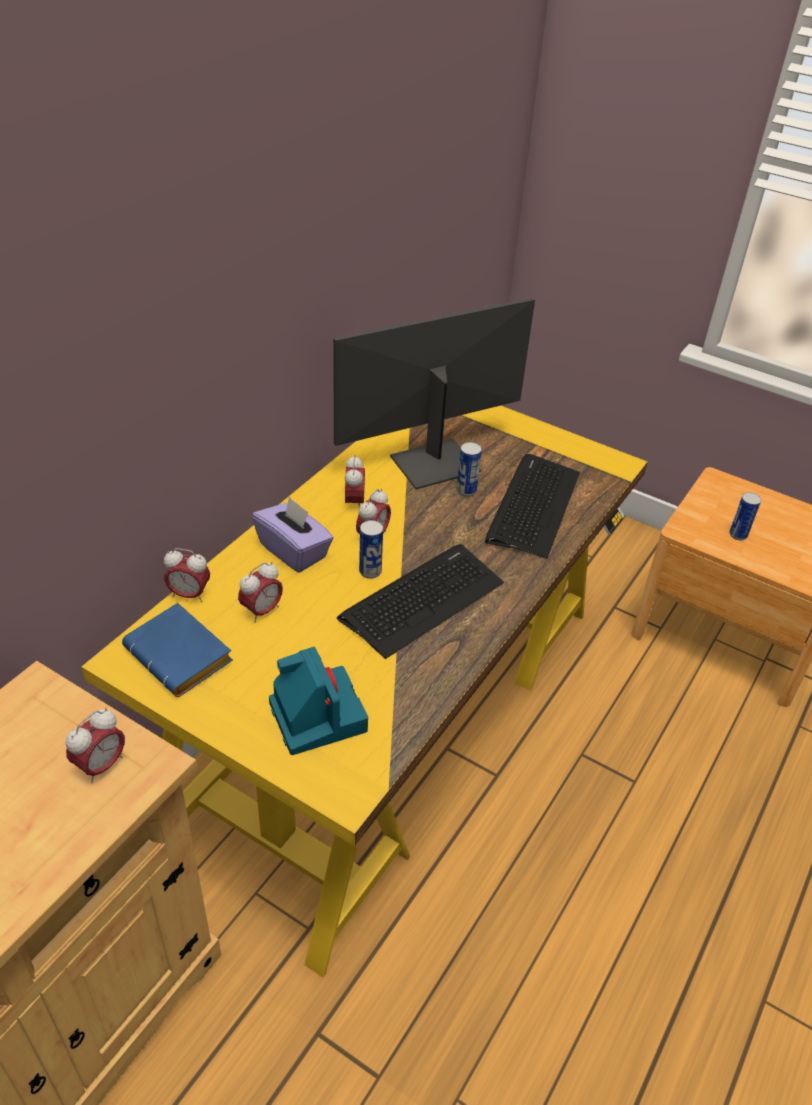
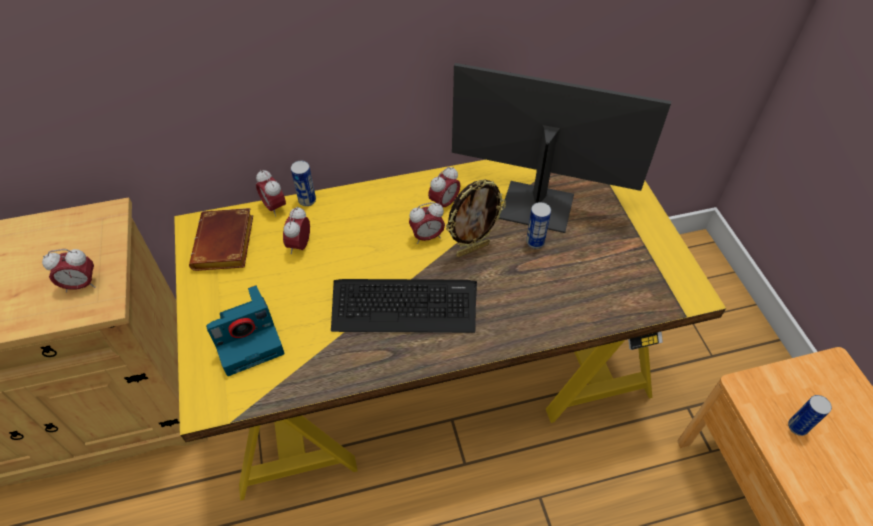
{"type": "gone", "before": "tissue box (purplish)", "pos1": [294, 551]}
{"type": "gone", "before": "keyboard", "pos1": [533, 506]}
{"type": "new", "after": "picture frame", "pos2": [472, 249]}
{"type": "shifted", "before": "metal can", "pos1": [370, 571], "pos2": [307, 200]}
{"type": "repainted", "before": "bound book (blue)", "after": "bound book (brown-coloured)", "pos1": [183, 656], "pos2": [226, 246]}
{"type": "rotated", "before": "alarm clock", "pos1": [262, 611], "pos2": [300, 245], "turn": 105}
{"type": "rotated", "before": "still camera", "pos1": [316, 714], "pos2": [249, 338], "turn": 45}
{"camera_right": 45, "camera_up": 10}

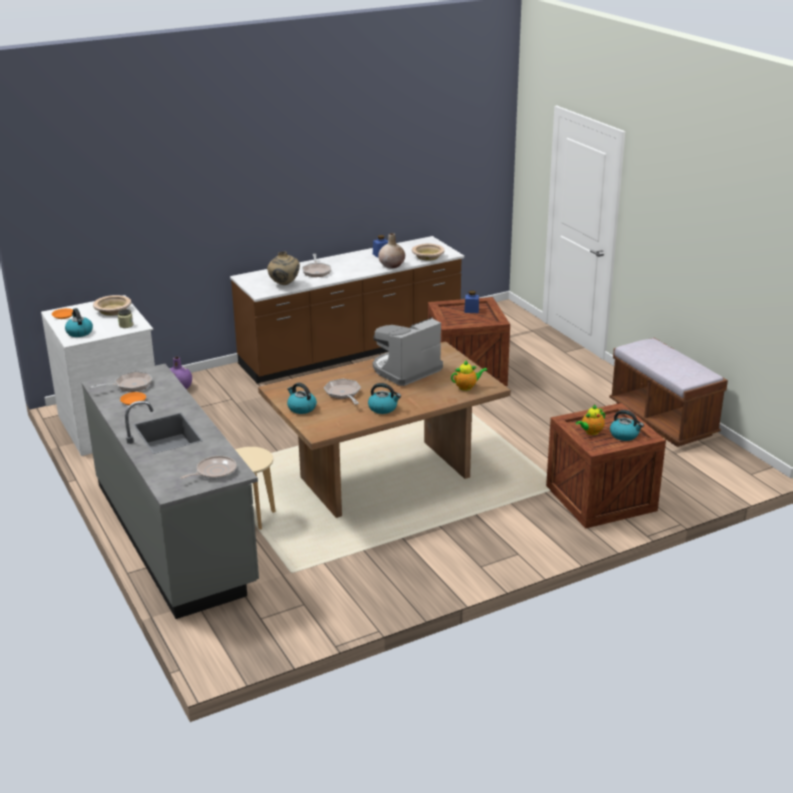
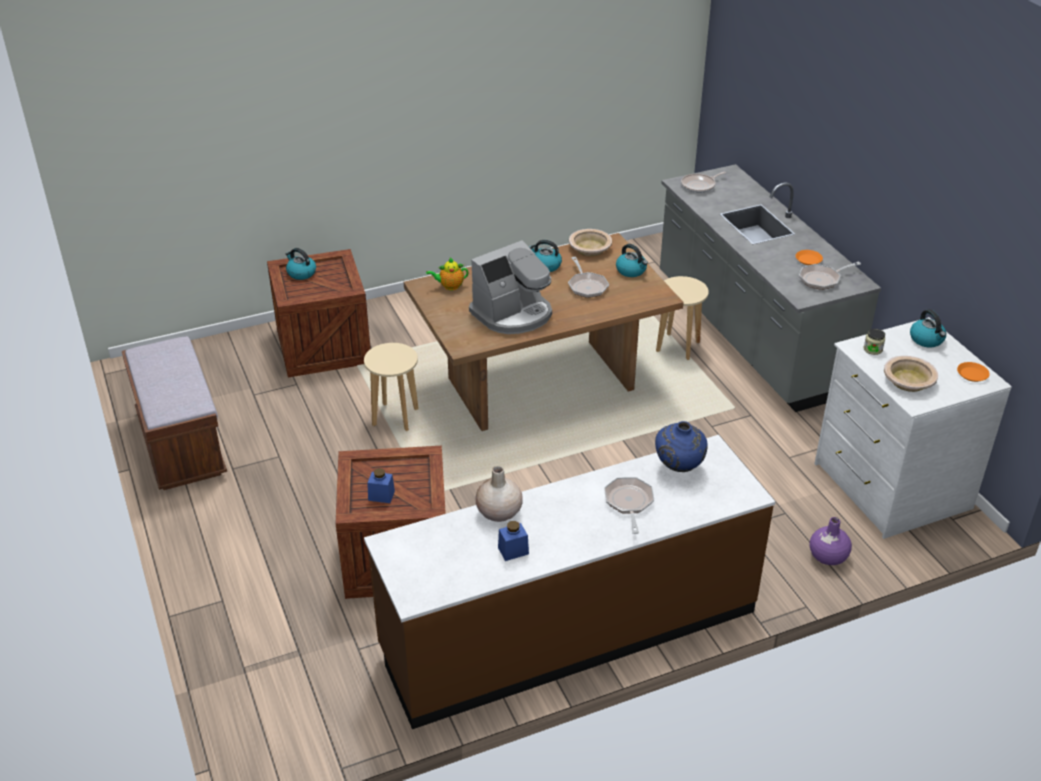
{"type": "gone", "before": "teapot", "pos1": [591, 432]}
{"type": "new", "after": "stool seat (beige)", "pos2": [395, 417]}
{"type": "shifted", "before": "serving bowl (beige)", "pos1": [428, 256], "pos2": [590, 248]}
{"type": "repainted", "before": "flower vase (beige)", "after": "flower vase (blue)", "pos1": [284, 285], "pos2": [679, 467]}
{"camera_right": -175, "camera_up": 10}

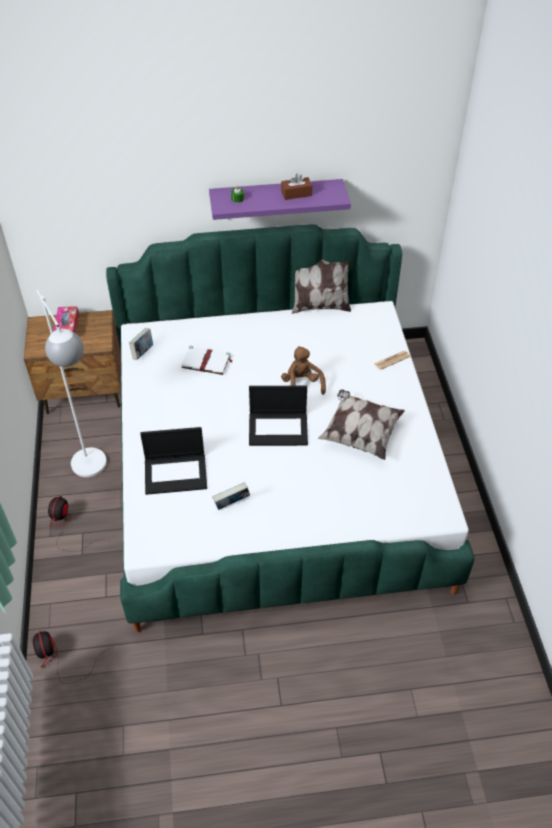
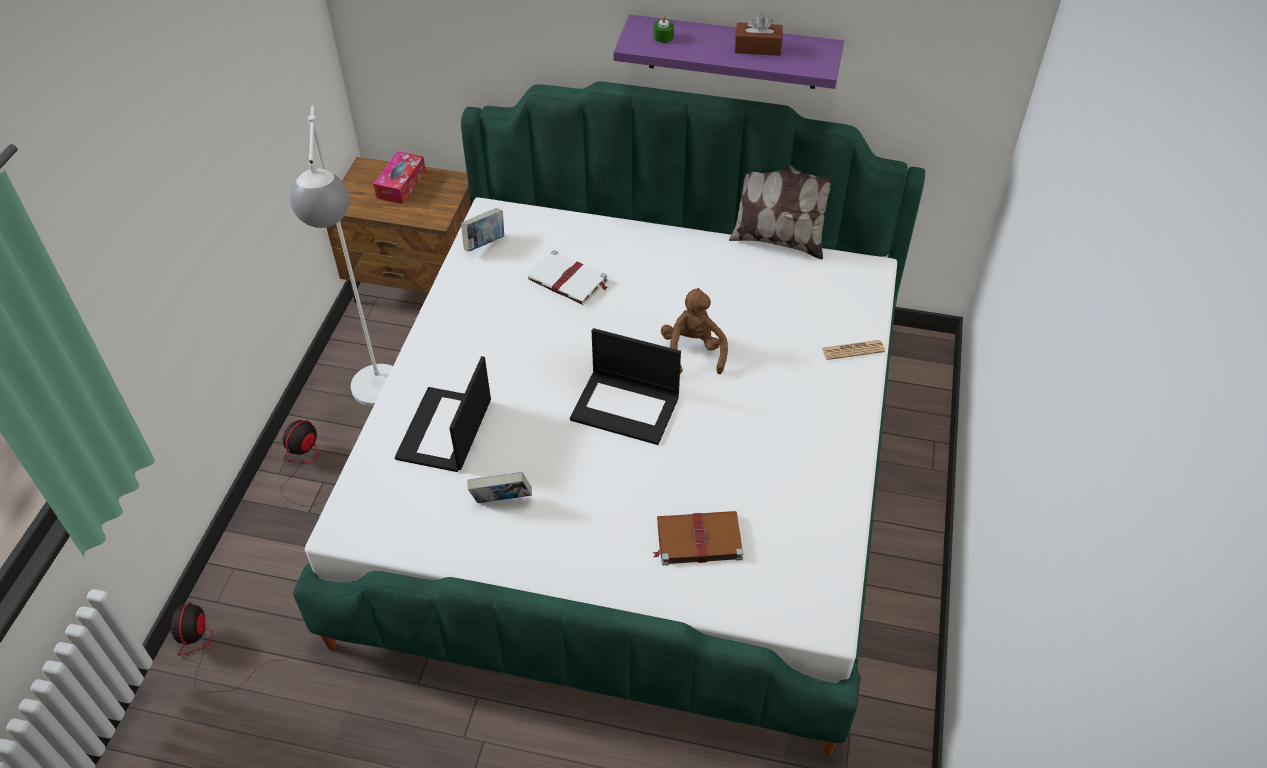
{"type": "gone", "before": "throw pillow", "pos1": [360, 434]}
{"type": "new", "after": "bound book (brown-coloured)", "pos2": [697, 540]}
{"type": "rotated", "before": "portable computer", "pos1": [176, 473], "pos2": [445, 431], "turn": 90}
{"camera_right": 20, "camera_up": 0}

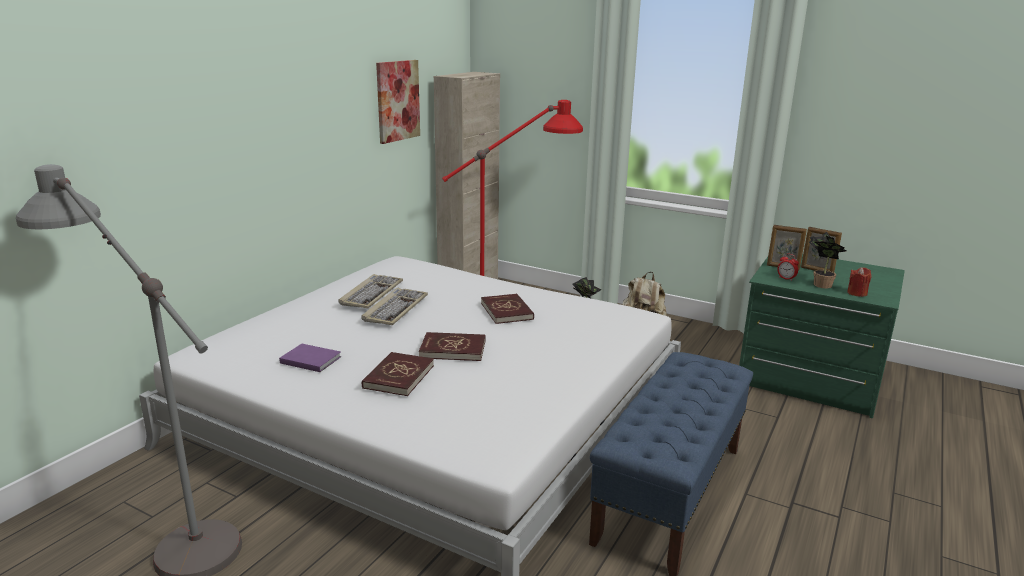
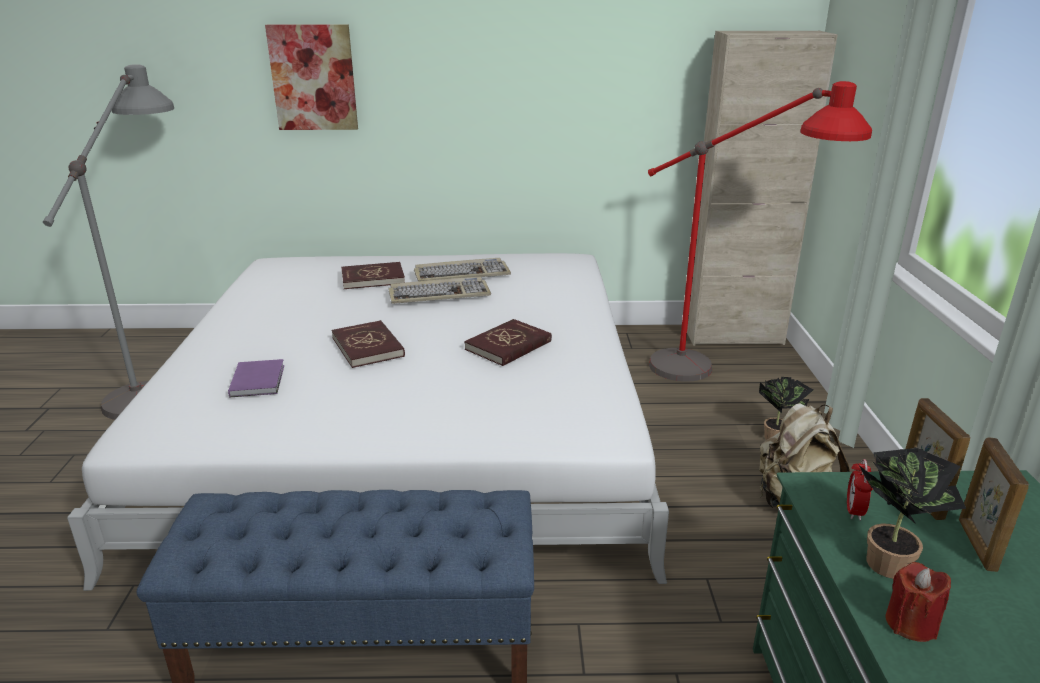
{"type": "shifted", "before": "bound book (purplish)", "pos1": [310, 359], "pos2": [259, 380]}
{"type": "shifted", "before": "bound book (reddish)", "pos1": [398, 377], "pos2": [373, 278]}
{"type": "shifted", "before": "picture", "pos1": [397, 101], "pos2": [313, 78]}
{"camera_right": 60, "camera_up": 5}

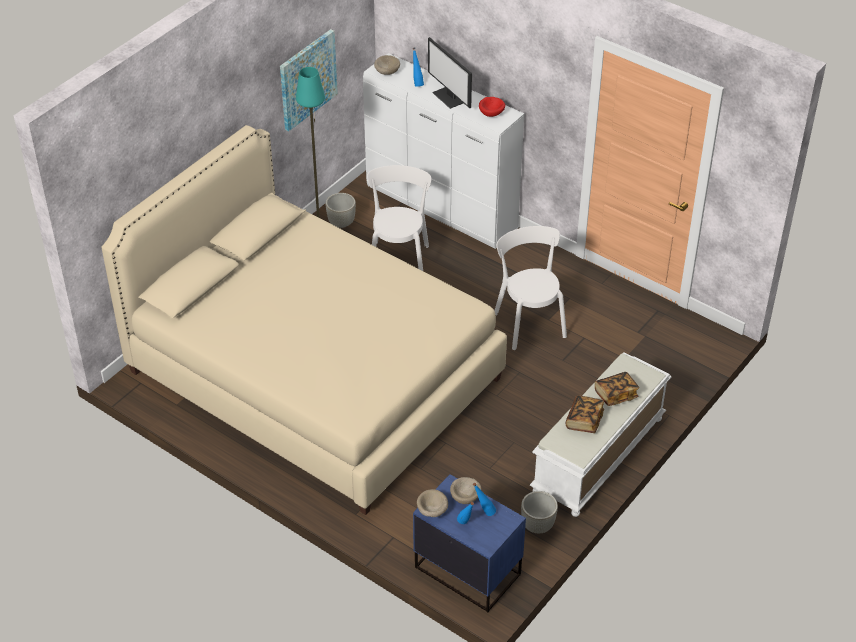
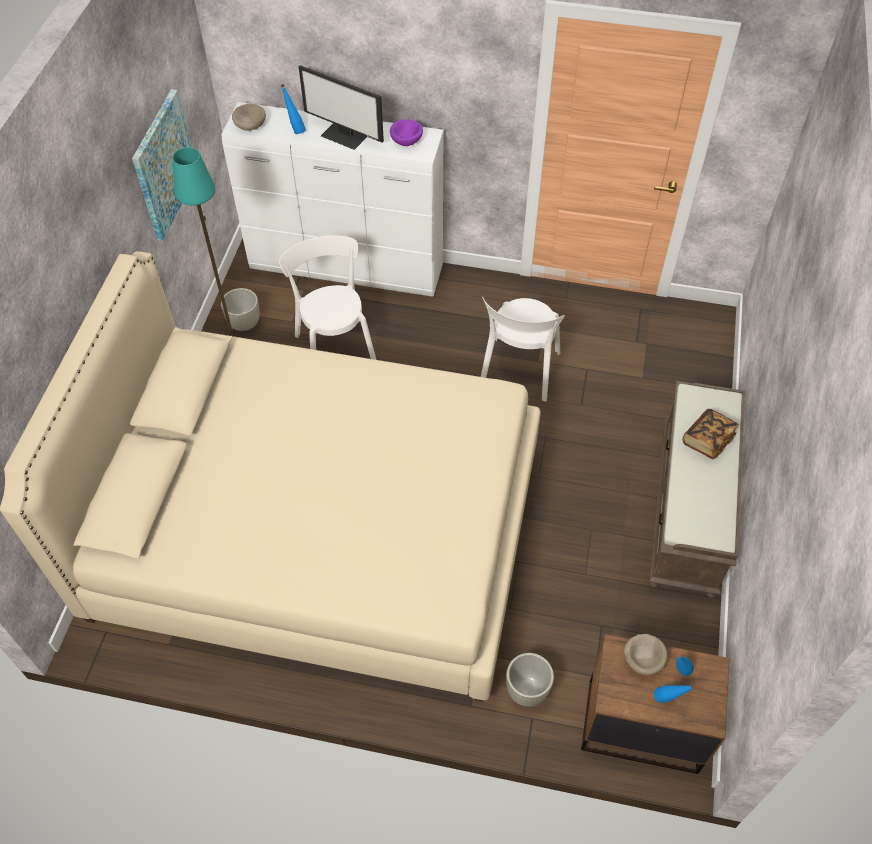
{"type": "gone", "before": "serving bowl (beige)", "pos1": [432, 511]}
{"type": "gone", "before": "bound book", "pos1": [584, 420]}
{"type": "shifted", "before": "plant pot (gray)", "pos1": [537, 526], "pos2": [527, 691]}
{"type": "repainted", "before": "nightstand (blue)", "after": "nightstand (brown-coloured)", "pos1": [467, 570], "pos2": [641, 725]}
{"type": "repainted", "before": "serving bowl (reddish)", "after": "serving bowl (purplish)", "pos1": [492, 113], "pos2": [407, 141]}
{"type": "repainted", "before": "bench (white)", "after": "bench (brown-coloured)", "pos1": [598, 456], "pos2": [689, 509]}
{"type": "rotated", "before": "plain chair (white)", "pos1": [528, 322], "pos2": [519, 372], "turn": -120}
{"camera_right": -25, "camera_up": 10}

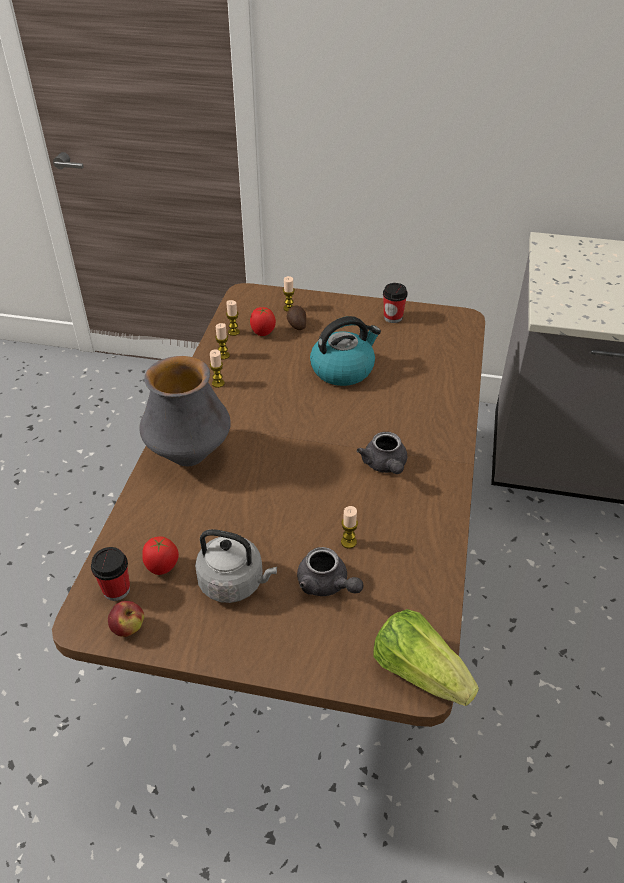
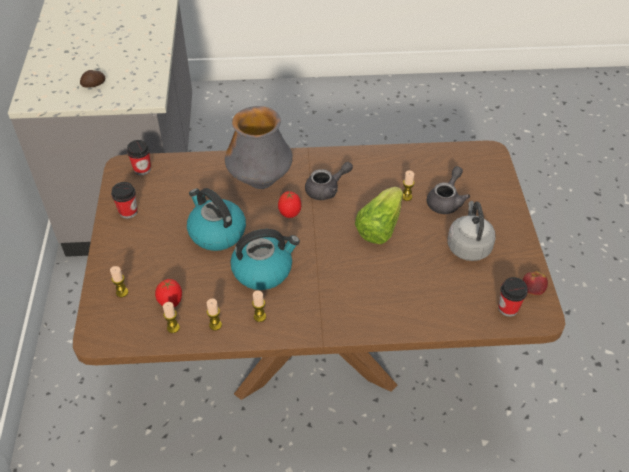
{"type": "new", "after": "drinking cup", "pos2": [142, 169]}
{"type": "new", "after": "tea kettle", "pos2": [263, 270]}
{"type": "shifted", "before": "flower vase", "pos1": [189, 456], "pos2": [260, 181]}
{"type": "shifted", "before": "tomato", "pos1": [162, 568], "pos2": [290, 214]}
{"type": "shifted", "before": "whole potato", "pos1": [296, 324], "pos2": [94, 85]}
{"type": "shifted", "before": "head of lettuce", "pos1": [419, 672], "pos2": [379, 227]}
{"camera_right": -105, "camera_up": 5}

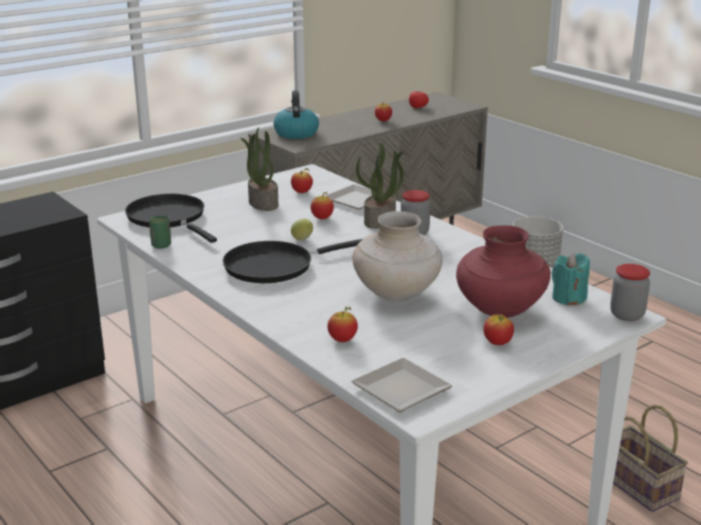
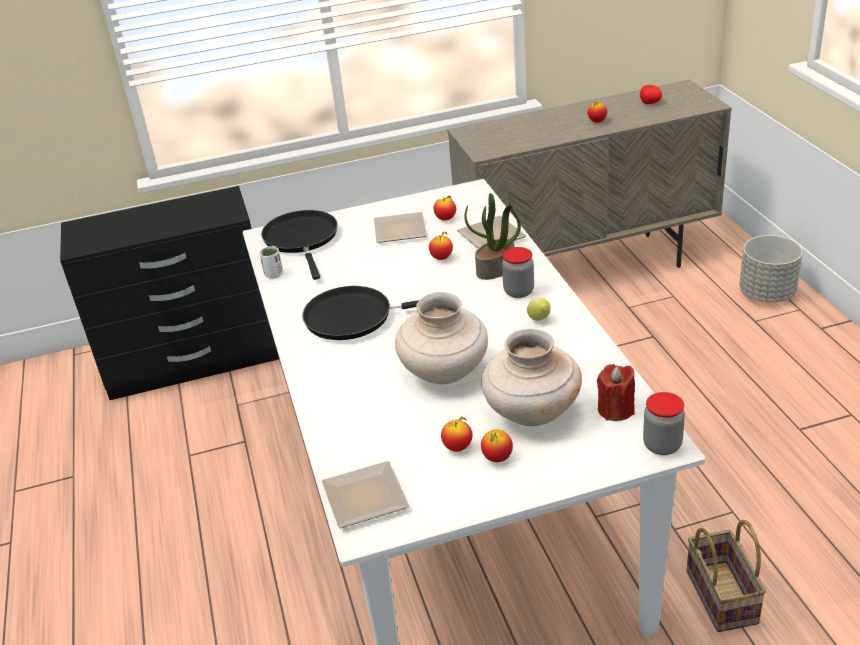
{"type": "gone", "before": "tea kettle", "pos1": [296, 133]}
{"type": "shifted", "before": "lemon", "pos1": [303, 240], "pos2": [539, 320]}
{"type": "shifted", "before": "apple fruit", "pos1": [342, 340], "pos2": [458, 447]}
{"type": "swapped", "before": "houseplant", "after": "dinner plate", "pos1": [262, 203], "pos2": [398, 230]}
{"type": "repainted", "before": "drinking cup (green-coloured)", "after": "drinking cup (white)", "pos1": [161, 245], "pos2": [273, 274]}
{"type": "repainted", "before": "flower vase (reddish)", "after": "flower vase (beige)", "pos1": [499, 310], "pos2": [531, 413]}
{"type": "repainted", "before": "wax candle (turquoise)", "after": "wax candle (reddish)", "pos1": [568, 298], "pos2": [615, 410]}
{"camera_right": 25, "camera_up": 10}

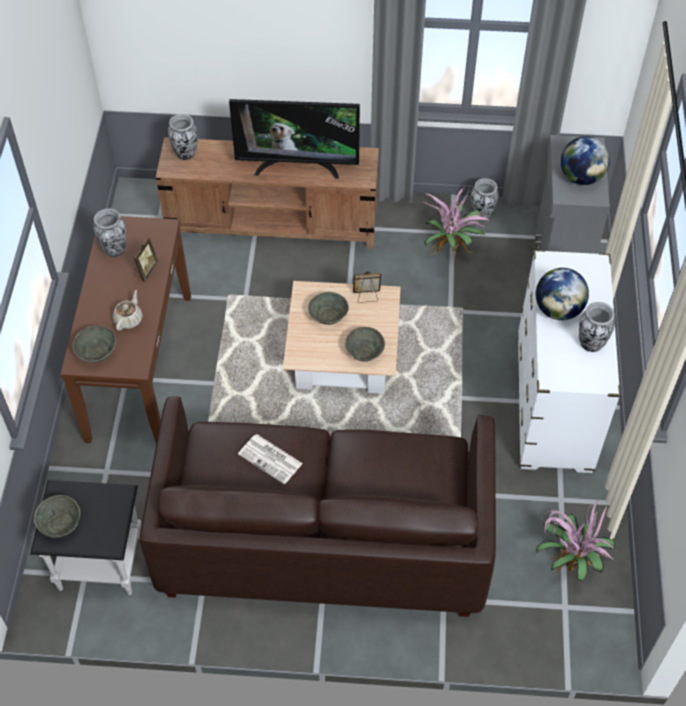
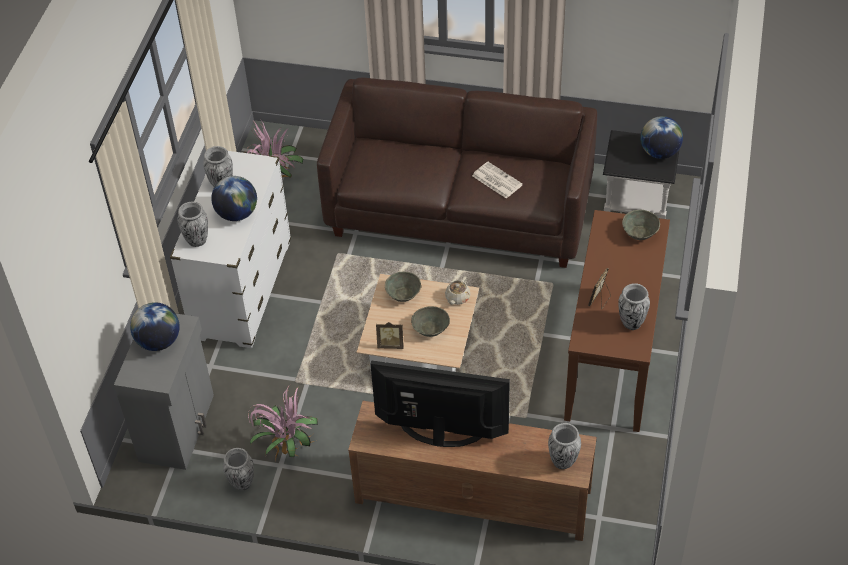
{"type": "new", "after": "flower vase", "pos2": [197, 241]}
{"type": "shifted", "before": "teapot (beige)", "pos1": [129, 319], "pos2": [457, 298]}
{"type": "swapped", "before": "serving bowl (gray)", "after": "globe", "pos1": [61, 523], "pos2": [659, 152]}
{"camera_right": -170, "camera_up": -5}

